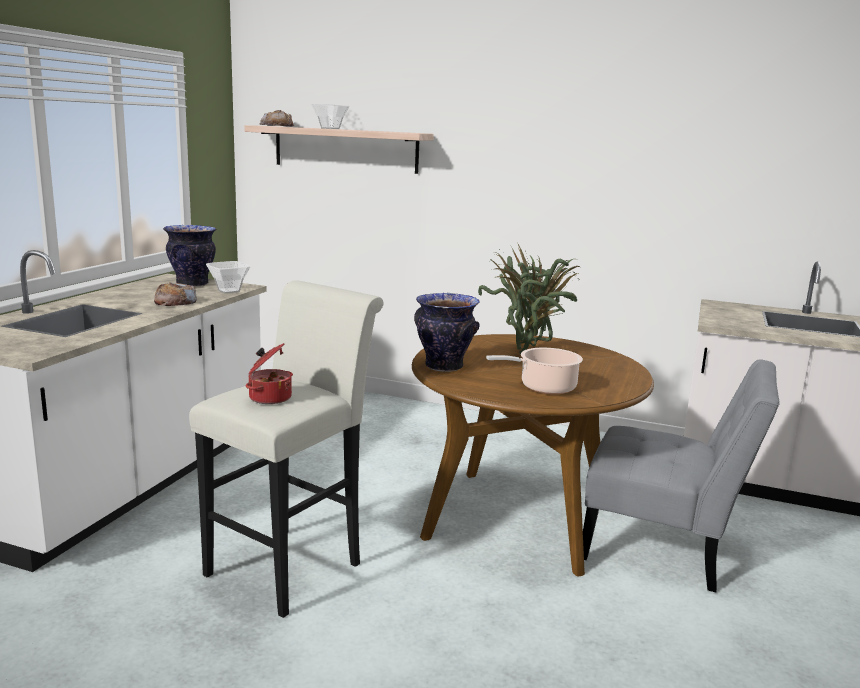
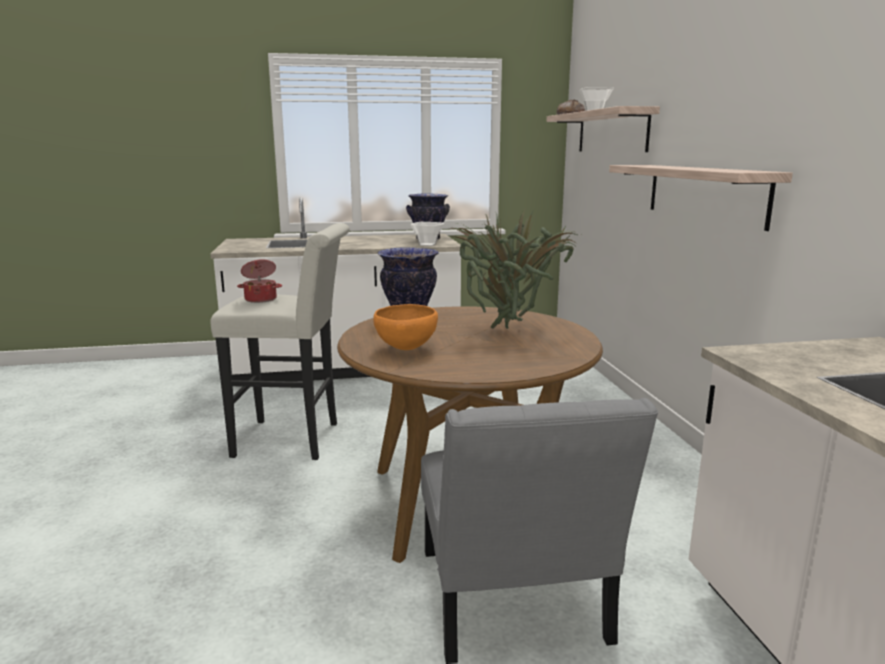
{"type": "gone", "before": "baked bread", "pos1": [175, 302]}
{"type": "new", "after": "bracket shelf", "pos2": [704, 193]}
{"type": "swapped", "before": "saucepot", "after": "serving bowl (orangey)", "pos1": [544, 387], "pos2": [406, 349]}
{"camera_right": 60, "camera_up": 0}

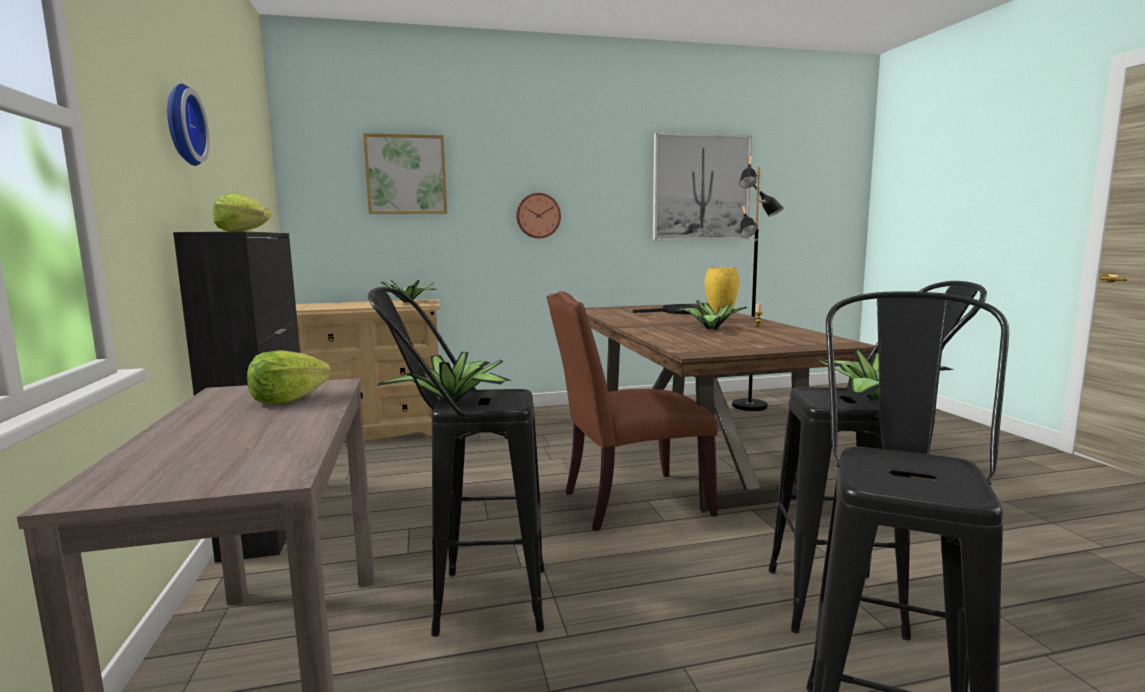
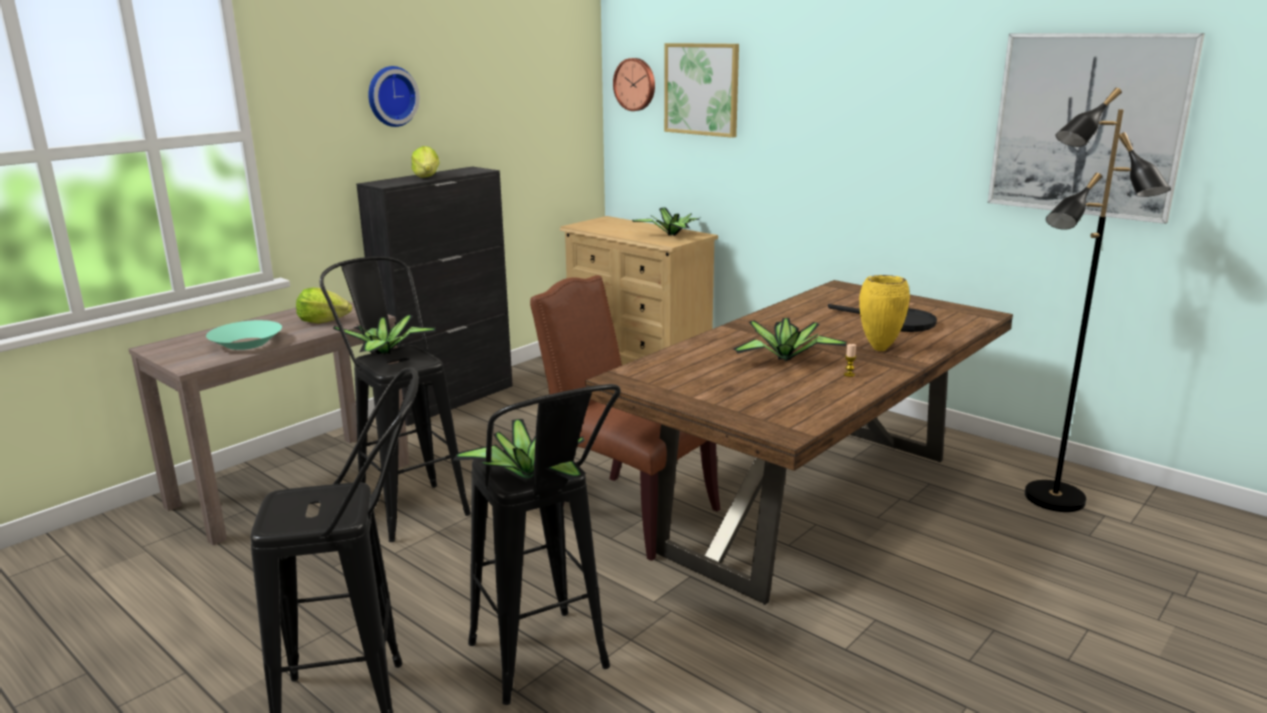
{"type": "new", "after": "serving bowl (turquoise)", "pos2": [247, 343]}
{"type": "shifted", "before": "hanging clock", "pos1": [538, 215], "pos2": [635, 84]}
{"camera_right": 55, "camera_up": 10}

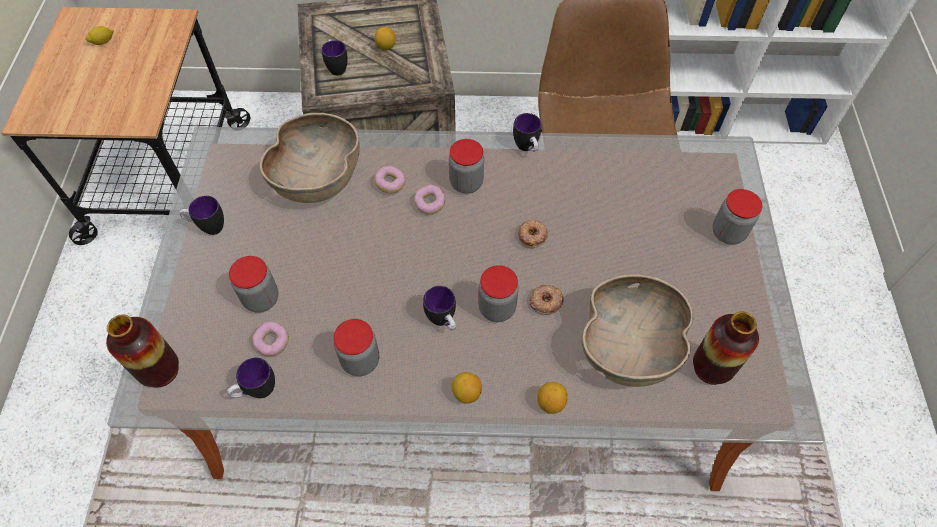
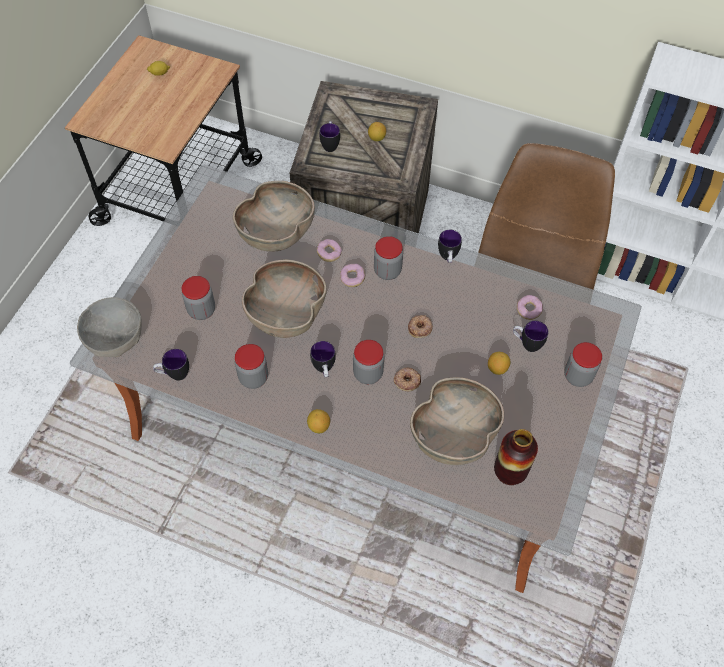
{"type": "new", "after": "serving bowl (brown-coloured)", "pos2": [285, 314]}
{"type": "shifted", "before": "mug", "pos1": [208, 227], "pos2": [526, 344]}
{"type": "shifted", "before": "doughnut", "pos1": [272, 342], "pos2": [528, 310]}
{"type": "shifted", "before": "lemon", "pos1": [550, 403], "pos2": [497, 368]}
{"type": "swapped", "before": "flower vase", "after": "serving bowl (gray)", "pos1": [160, 371], "pos2": [115, 338]}
{"camera_right": 20, "camera_up": 0}

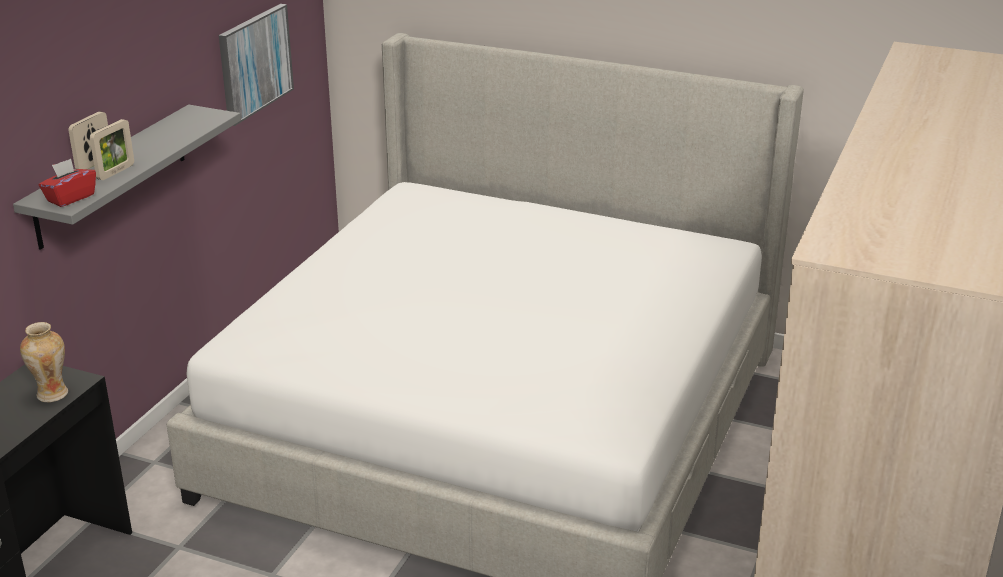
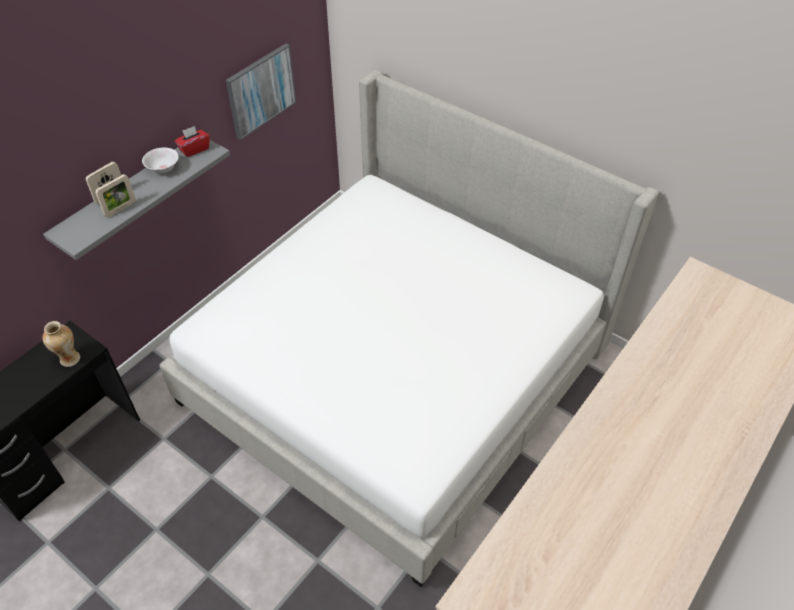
{"type": "new", "after": "serving bowl (white)", "pos2": [163, 169]}
{"type": "shifted", "before": "tissue box (reddish)", "pos1": [70, 198], "pos2": [194, 149]}
{"camera_right": 15, "camera_up": 20}

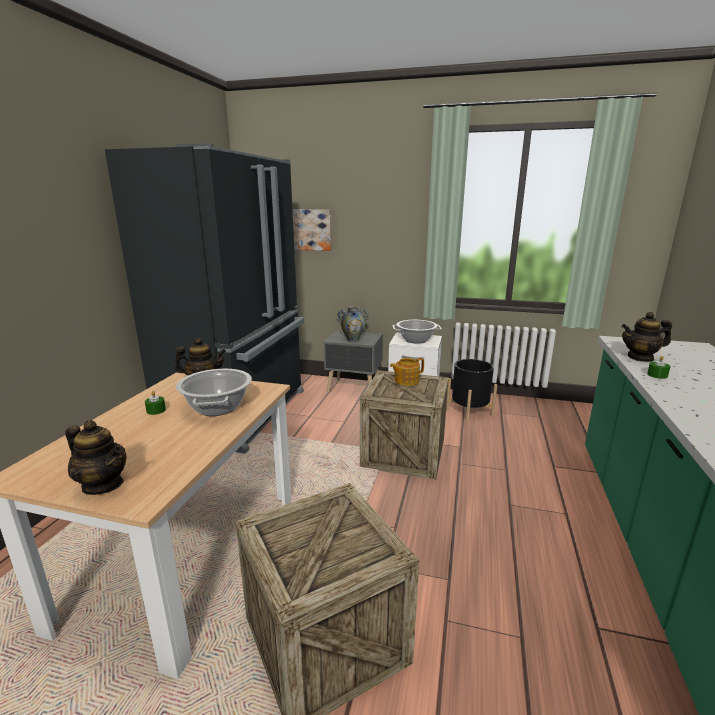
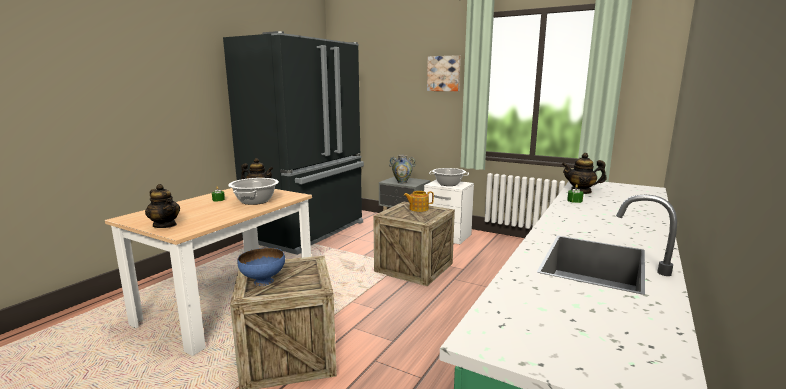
{"type": "gone", "before": "plant pot (black-coloured)", "pos1": [469, 412]}
{"type": "new", "after": "serving bowl (blue)", "pos2": [263, 281]}
{"type": "shifted", "before": "picture", "pos1": [313, 229], "pos2": [444, 73]}
{"camera_right": 15, "camera_up": -5}

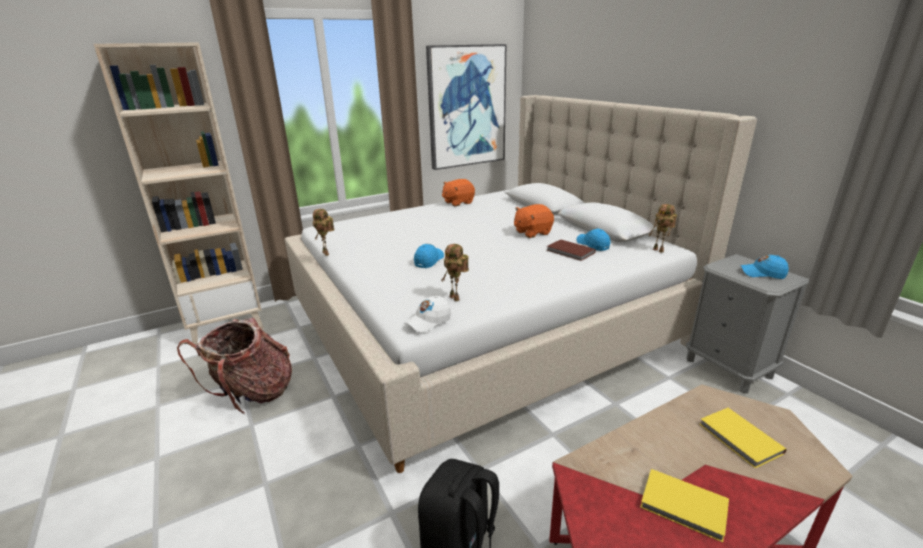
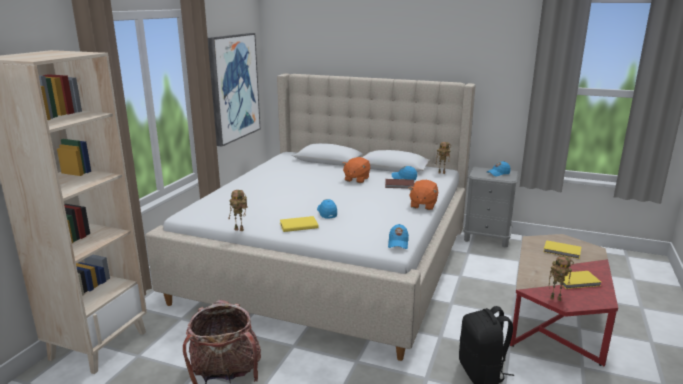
{"type": "new", "after": "bound book (yellow-coloured)", "pos2": [298, 225]}
{"type": "shifted", "before": "cuddly toy (orangey)", "pos1": [458, 202], "pos2": [423, 205]}
{"type": "shifted", "before": "toy robot", "pos1": [456, 298], "pos2": [556, 298]}
{"type": "repainted", "before": "baseball cap (white)", "after": "baseball cap (blue)", "pos1": [428, 321], "pos2": [398, 243]}
{"camera_right": -40, "camera_up": -5}

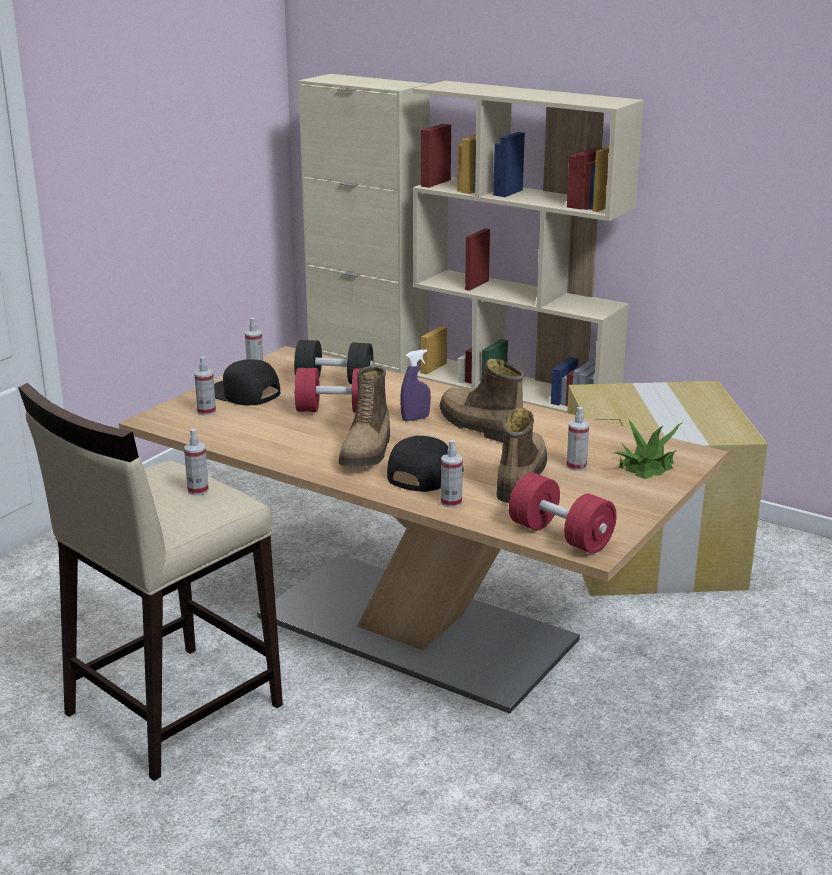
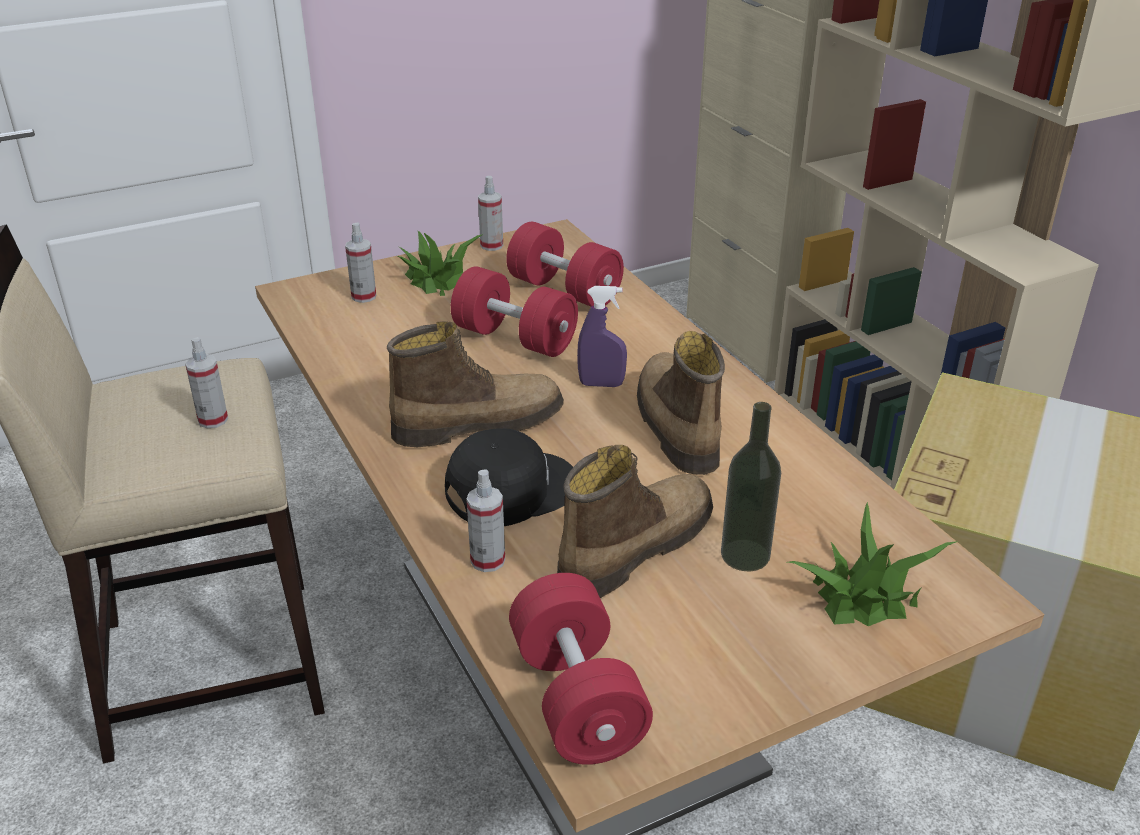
{"type": "swapped", "before": "baseball cap (black-coloured)", "after": "houseplant", "pos1": [244, 393], "pos2": [437, 279]}
{"type": "swapped", "before": "sprayer", "after": "drink bottle", "pos1": [576, 466], "pos2": [745, 555]}
{"type": "repainted", "before": "free weight (black-coloured)", "after": "free weight (reddish)", "pos1": [334, 381], "pos2": [564, 290]}
{"type": "rotated", "before": "high-top boot", "pos1": [367, 452], "pos2": [477, 423], "turn": -150}
{"camera_right": 30, "camera_up": 10}

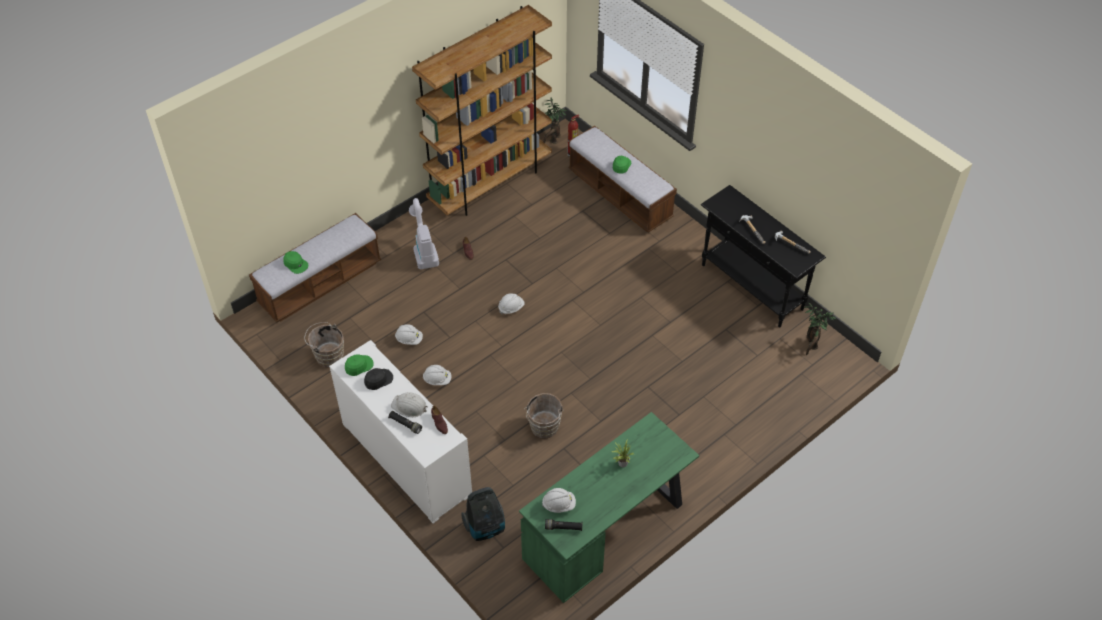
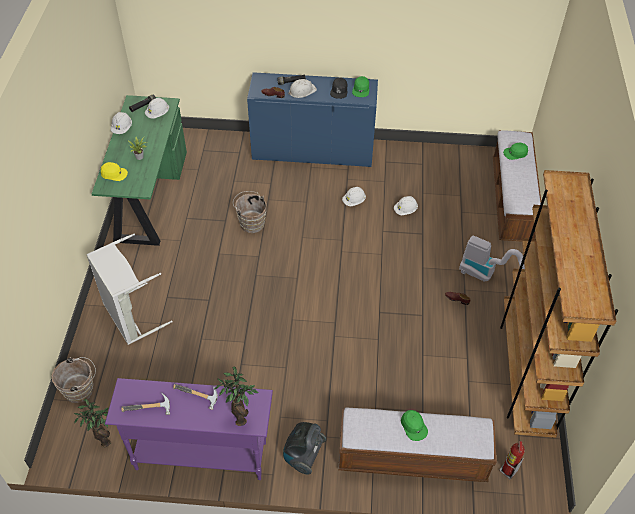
{"type": "new", "after": "hamper (gray)", "pos2": [130, 317]}
{"type": "new", "after": "baseball cap (yellow-coloured)", "pos2": [114, 174]}
{"type": "shifted", "before": "pail (brown-coloured)", "pos1": [328, 355], "pos2": [81, 390]}
{"type": "shifted", "before": "vacuum", "pos1": [486, 528], "pos2": [303, 456]}
{"type": "shifted", "before": "safety helmet (white)", "pos1": [511, 308], "pos2": [122, 129]}
{"type": "shifted", "before": "houseplant", "pos1": [553, 140], "pos2": [240, 414]}
{"type": "repainted", "before": "cabinet (white)", "after": "cabinet (blue)", "pos1": [406, 459], "pos2": [313, 151]}
{"type": "repainted", "before": "console table (black-coloured)", "after": "console table (purplish)", "pos1": [752, 287], "pos2": [200, 455]}
{"camera_right": 135, "camera_up": 0}

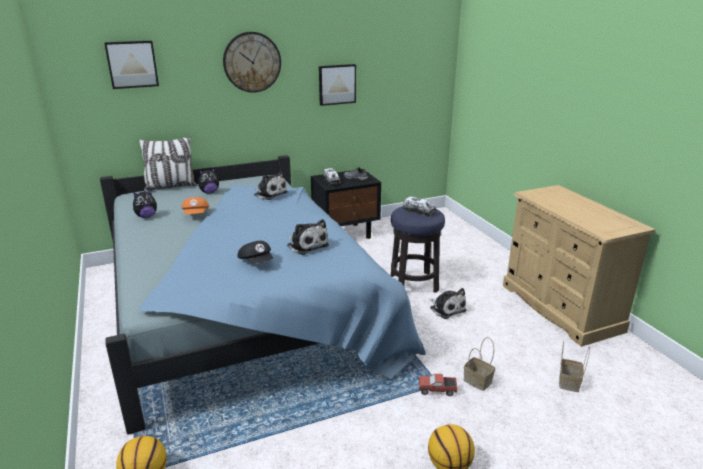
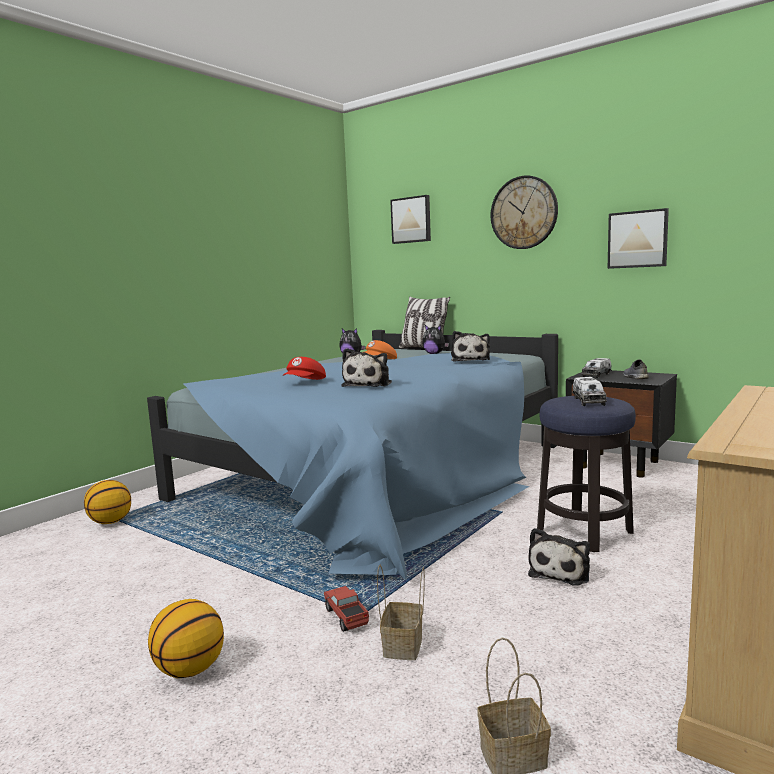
{"type": "repainted", "before": "baseball cap (black-coloured)", "after": "baseball cap (reddish)", "pos1": [257, 262], "pos2": [305, 383]}
{"camera_right": 60, "camera_up": -15}

